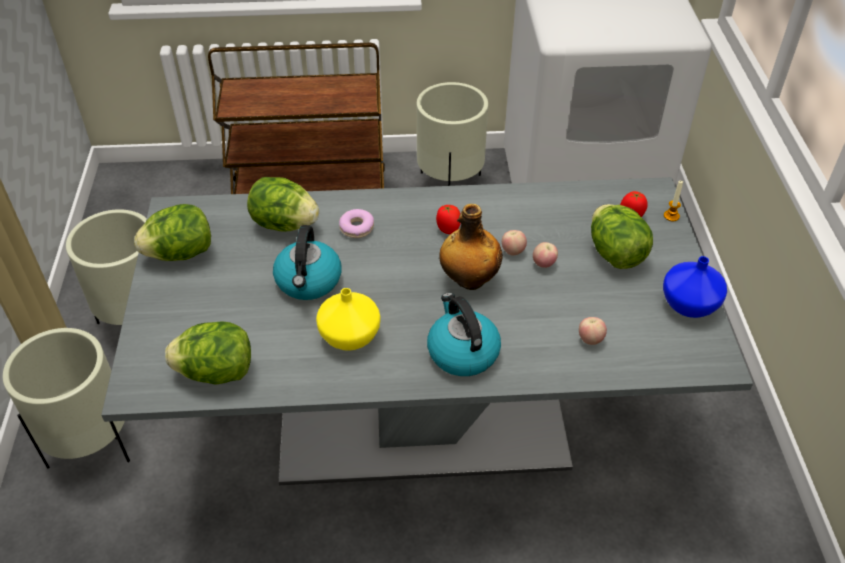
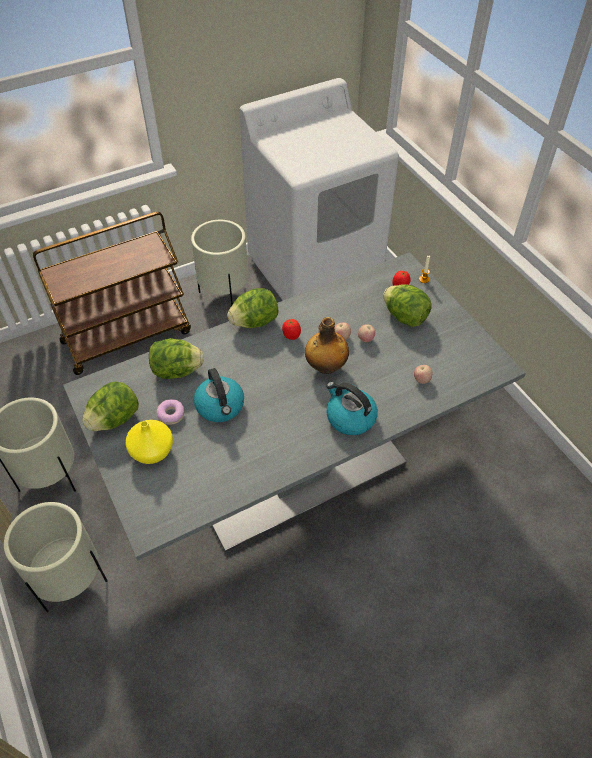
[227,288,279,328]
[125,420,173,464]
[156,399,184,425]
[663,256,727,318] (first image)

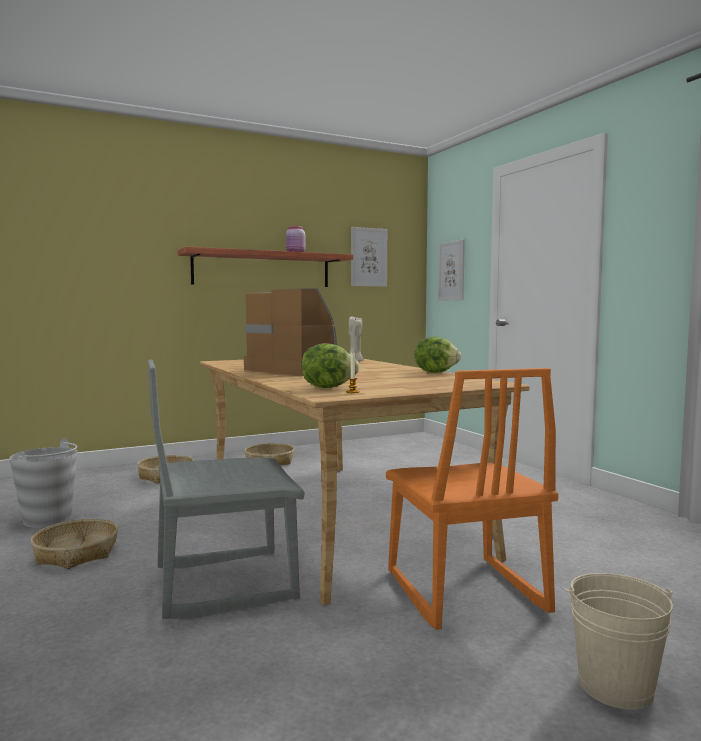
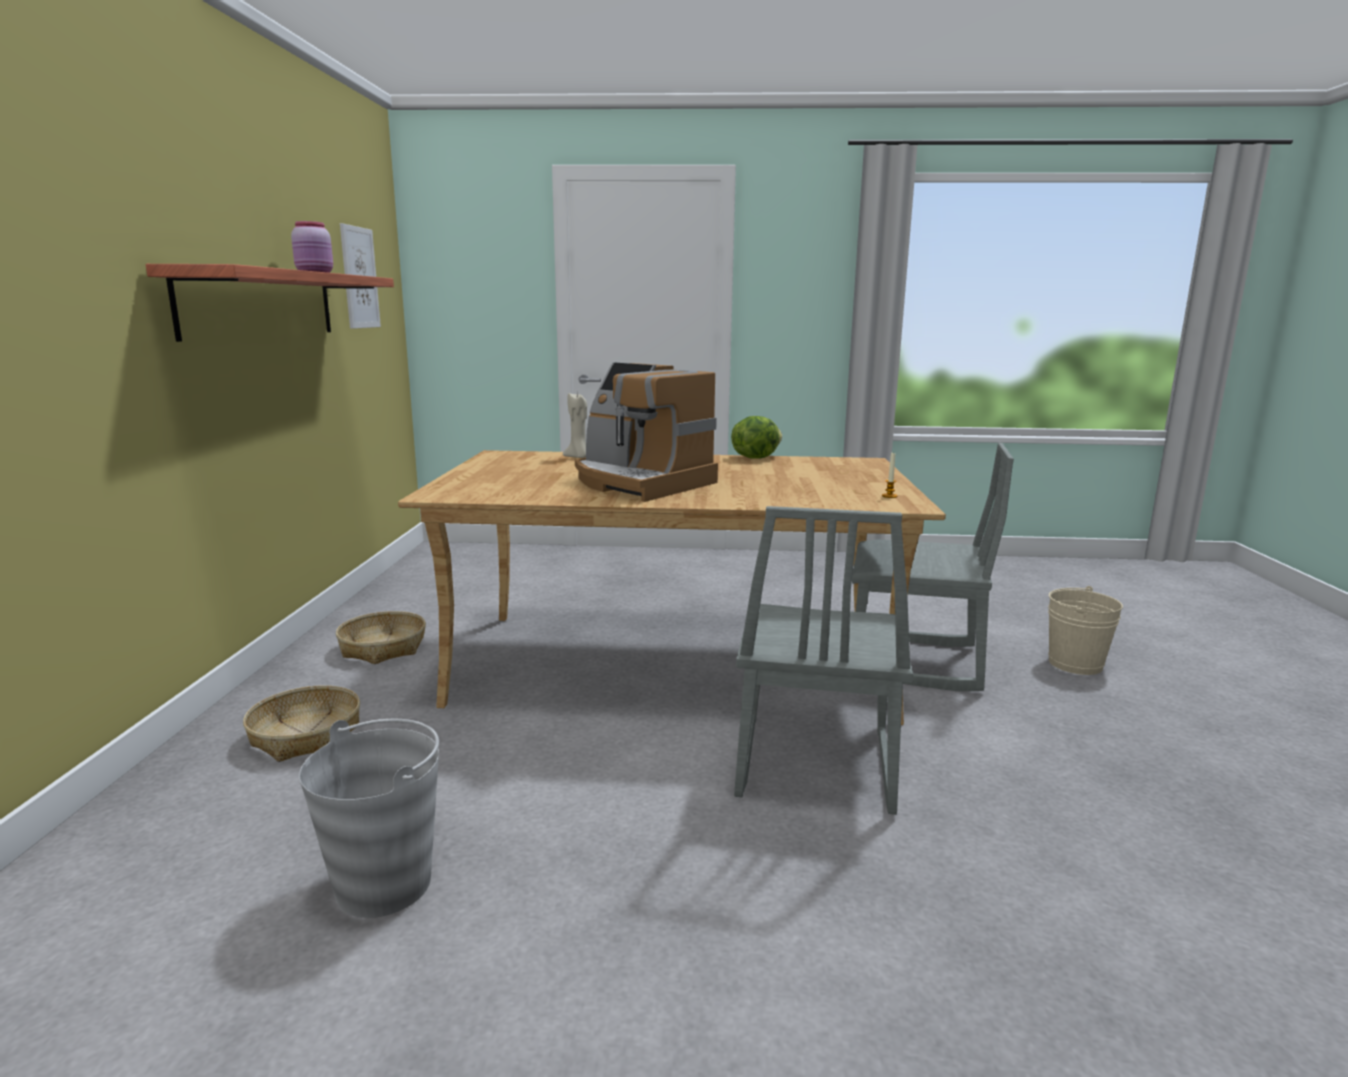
[31,519,118,569] (first image)
[575,362,718,502]
[301,343,359,388] (first image)
[852,443,1014,691]
[438,239,465,301] (first image)

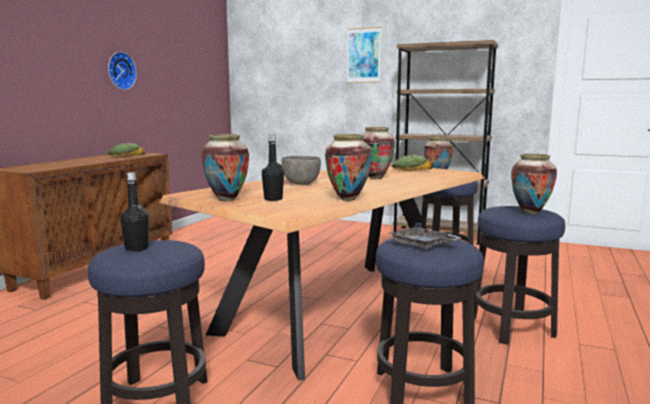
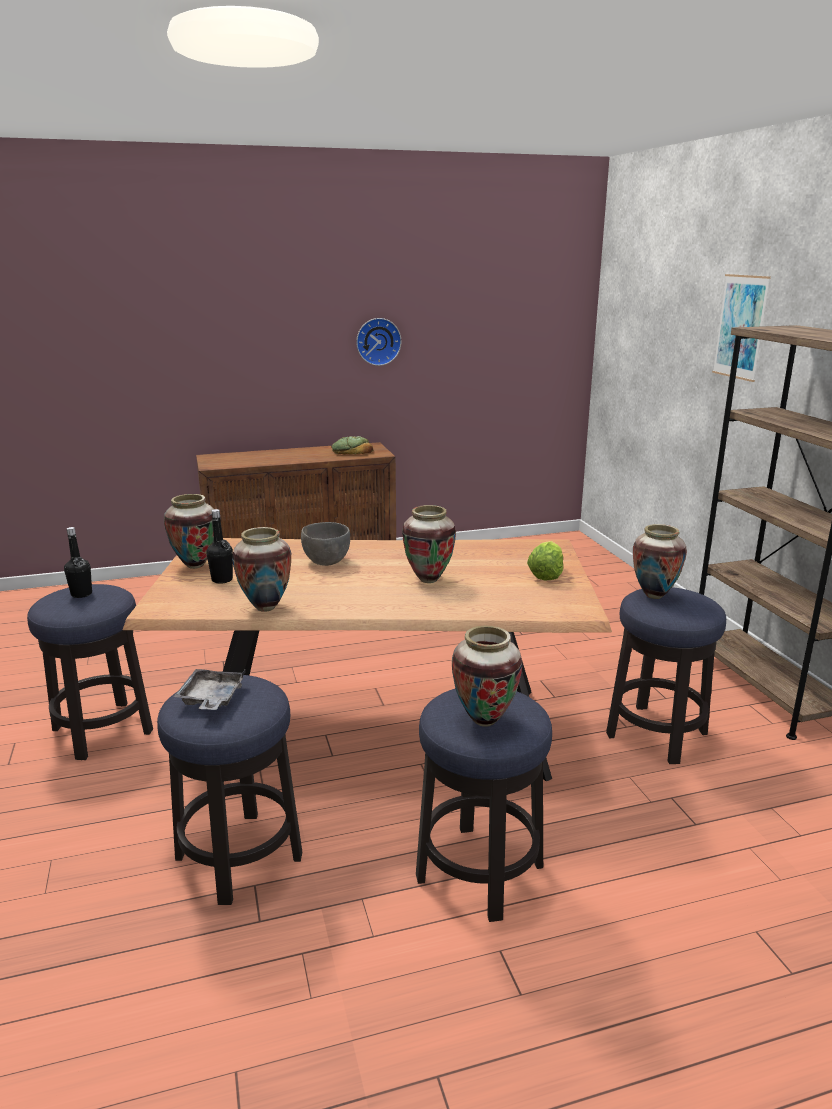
[527,541,563,580]

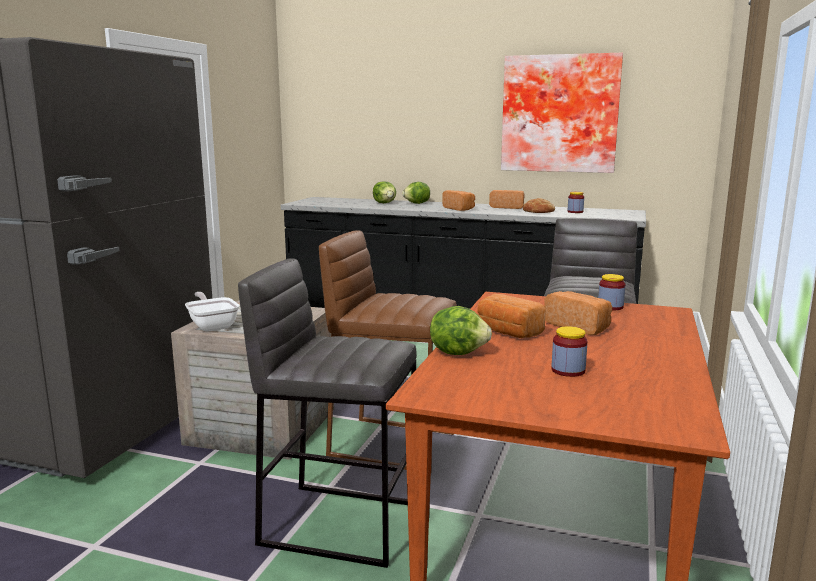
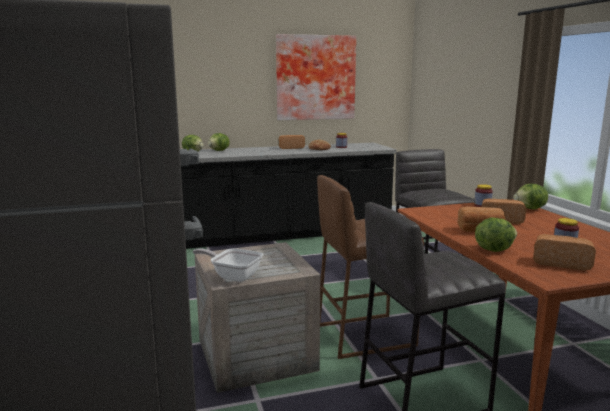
[533,234,596,271]
[513,184,548,209]

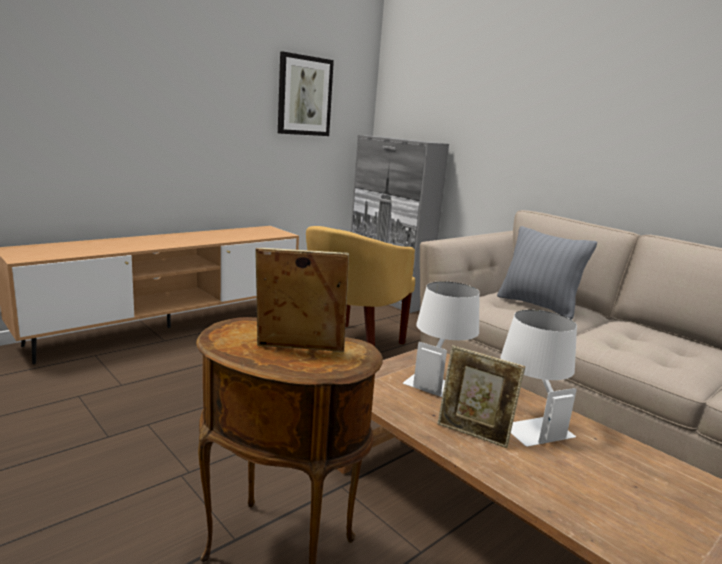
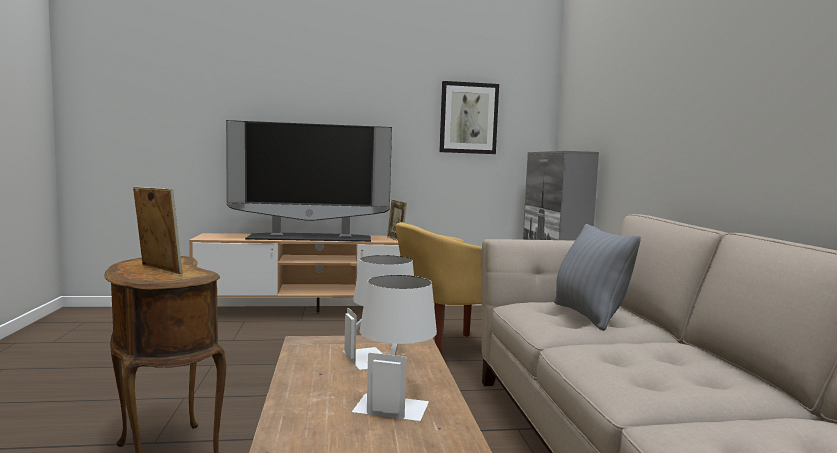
[387,199,407,241]
[226,120,392,242]

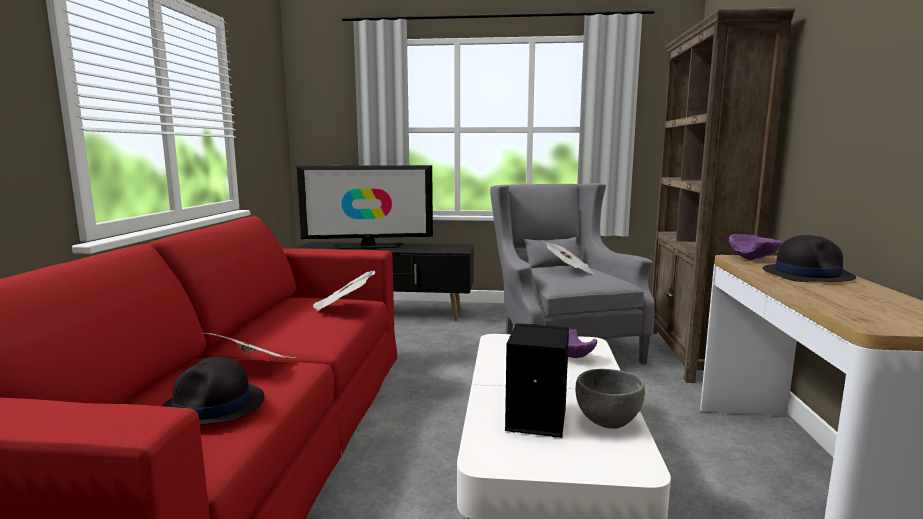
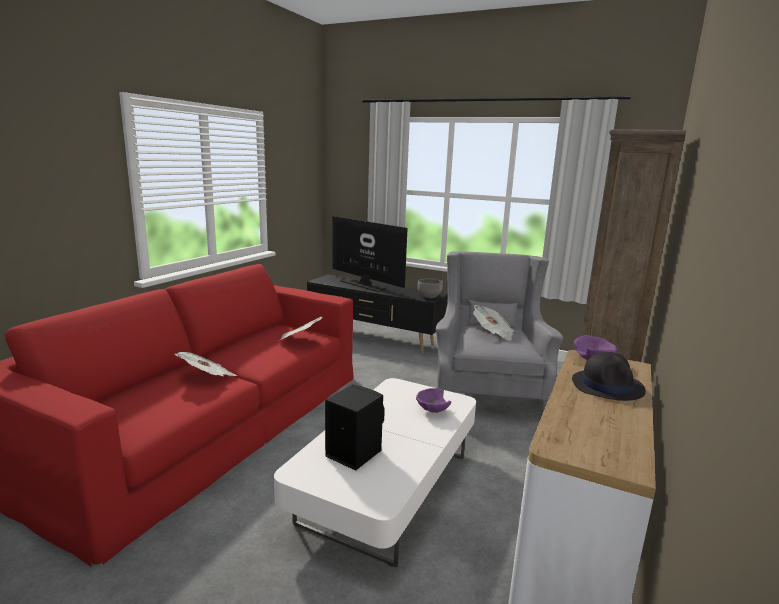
[162,357,265,425] (first image)
[332,216,408,292]
[418,278,443,299]

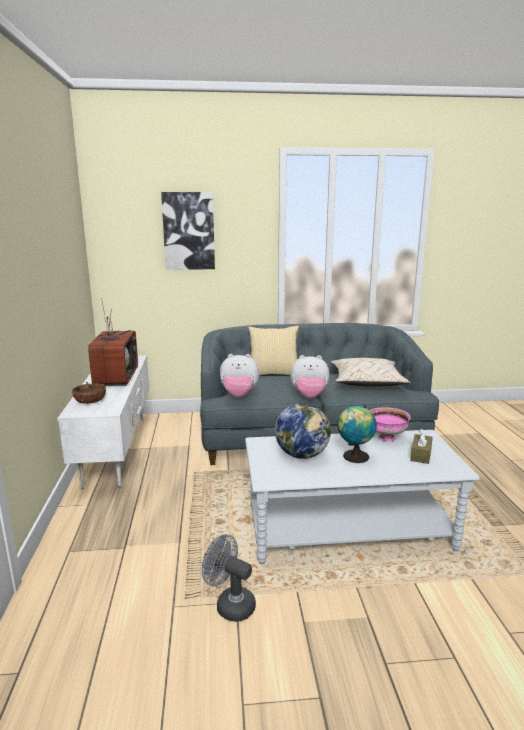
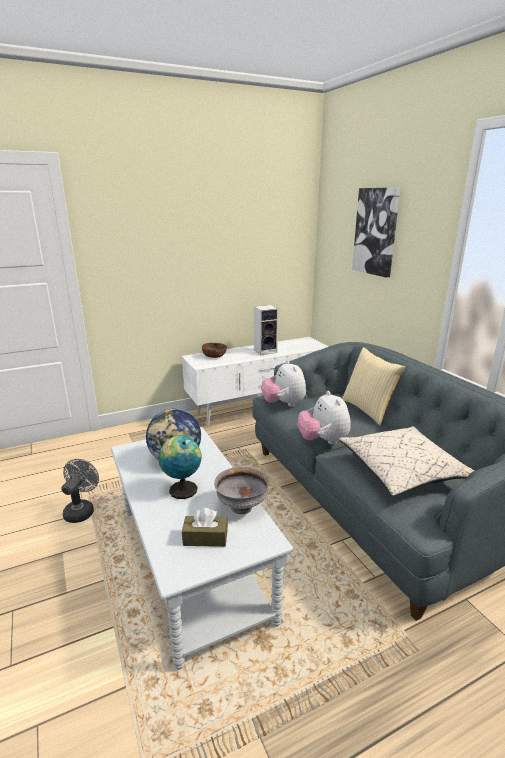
[254,305,278,355]
[214,467,270,514]

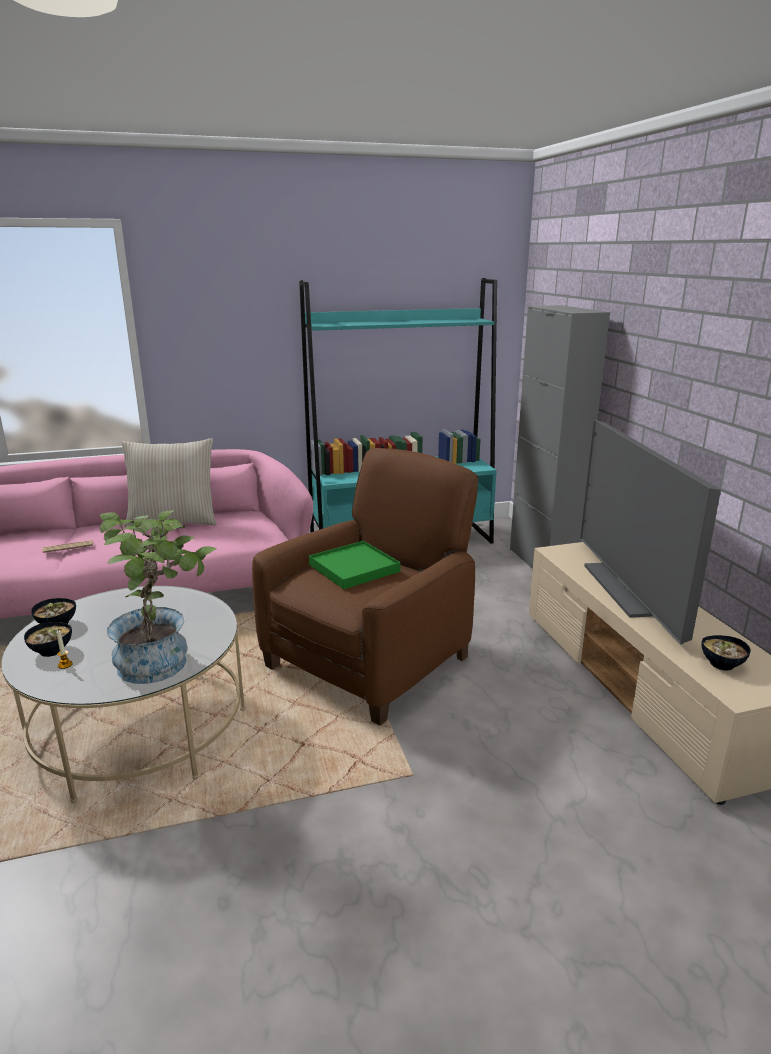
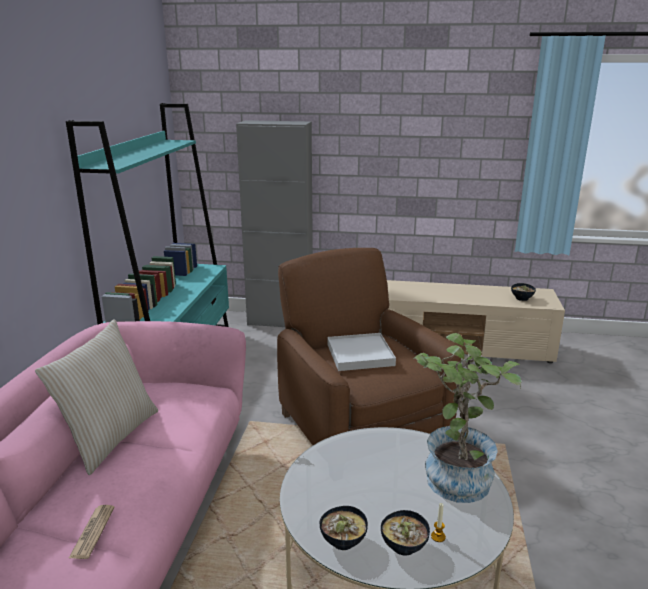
[327,333,396,371]
[580,420,721,644] (first image)

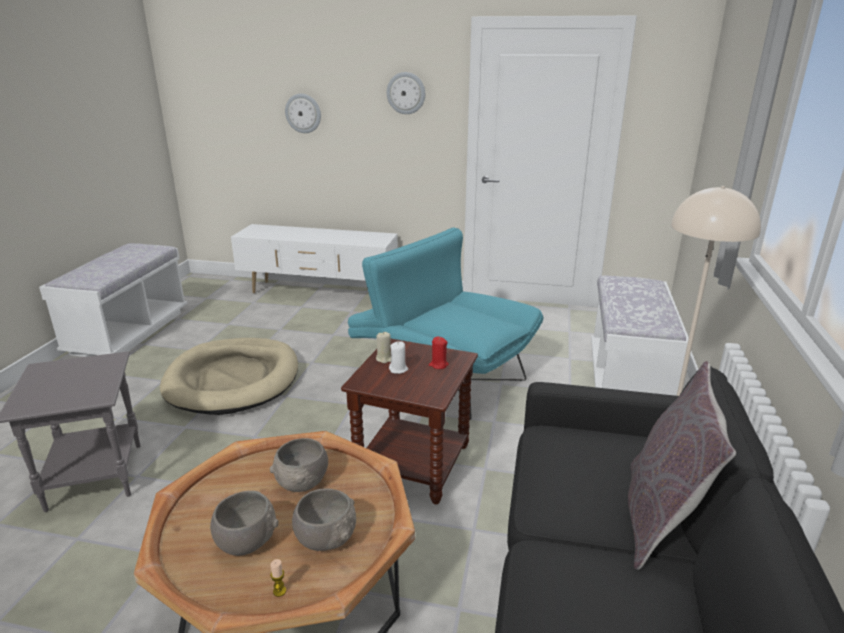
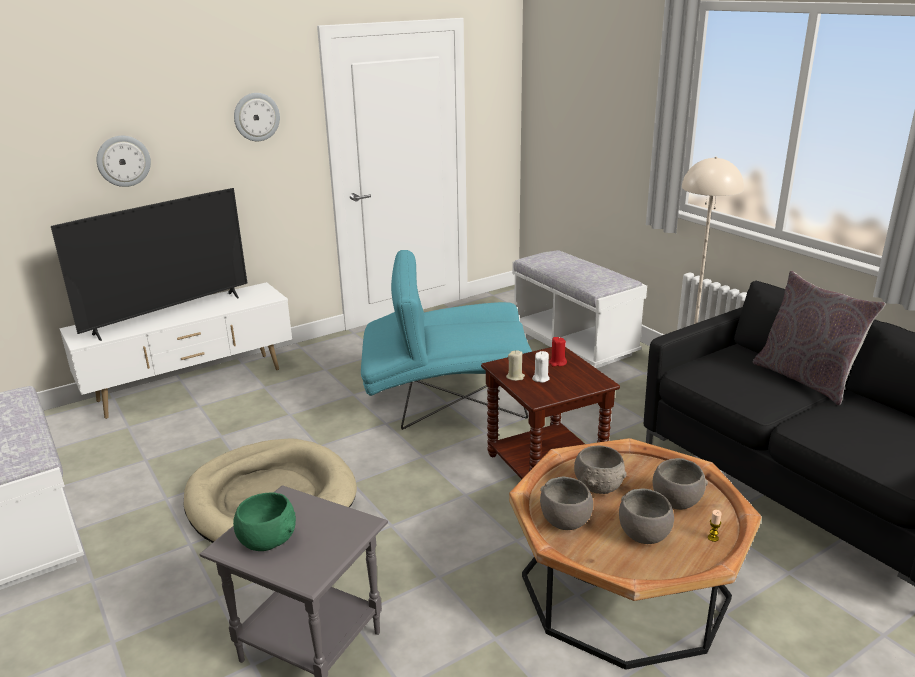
[51,188,247,341]
[233,492,296,551]
[540,477,593,530]

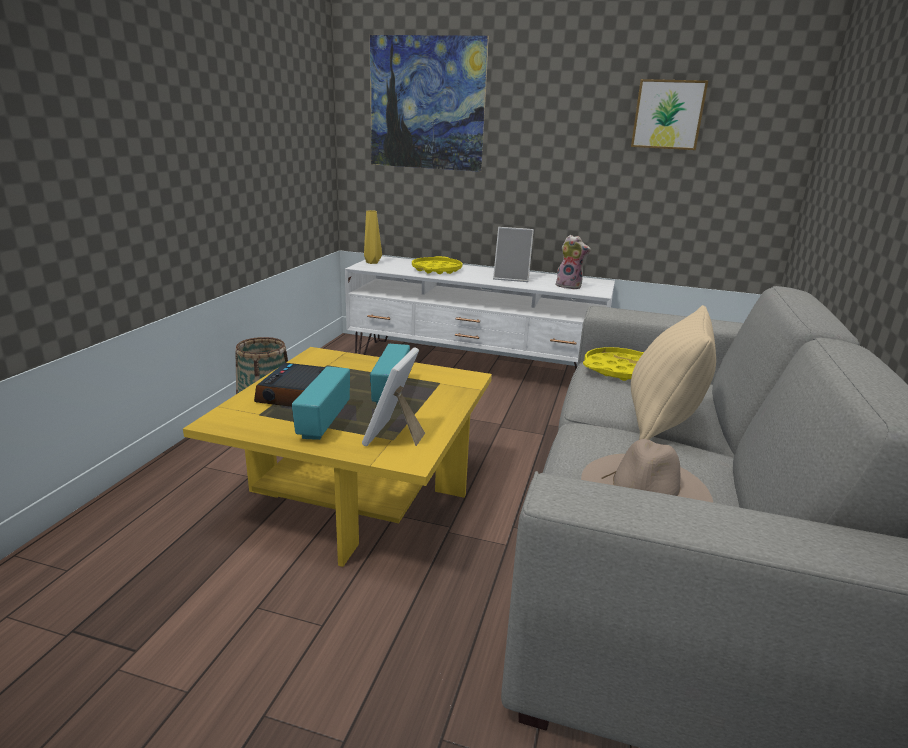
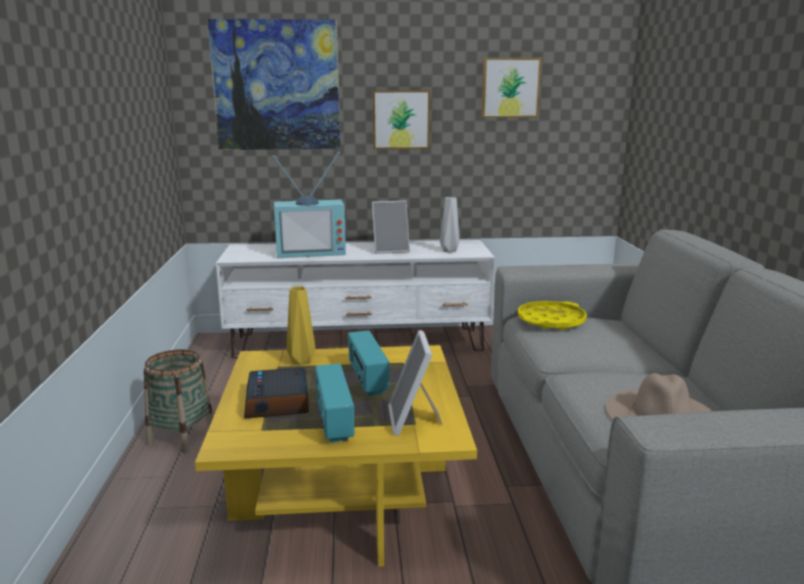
[287,286,315,365]
[272,151,346,258]
[440,197,460,253]
[631,305,716,440] (first image)
[372,90,430,149]

